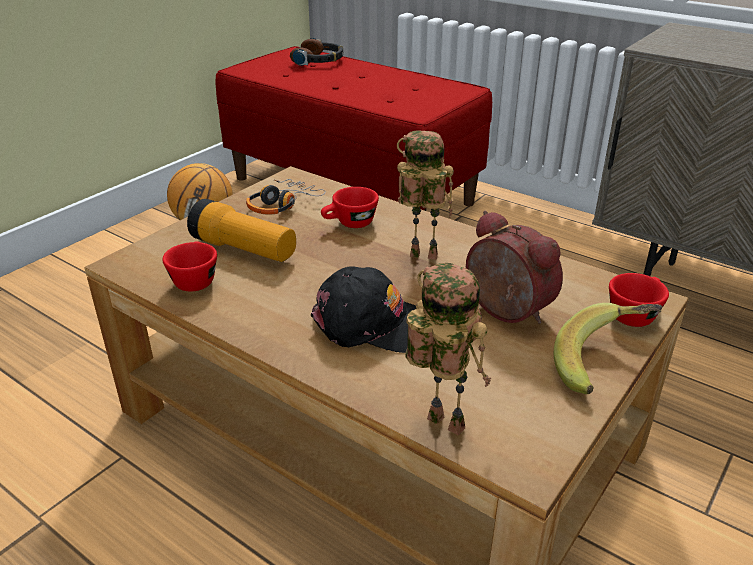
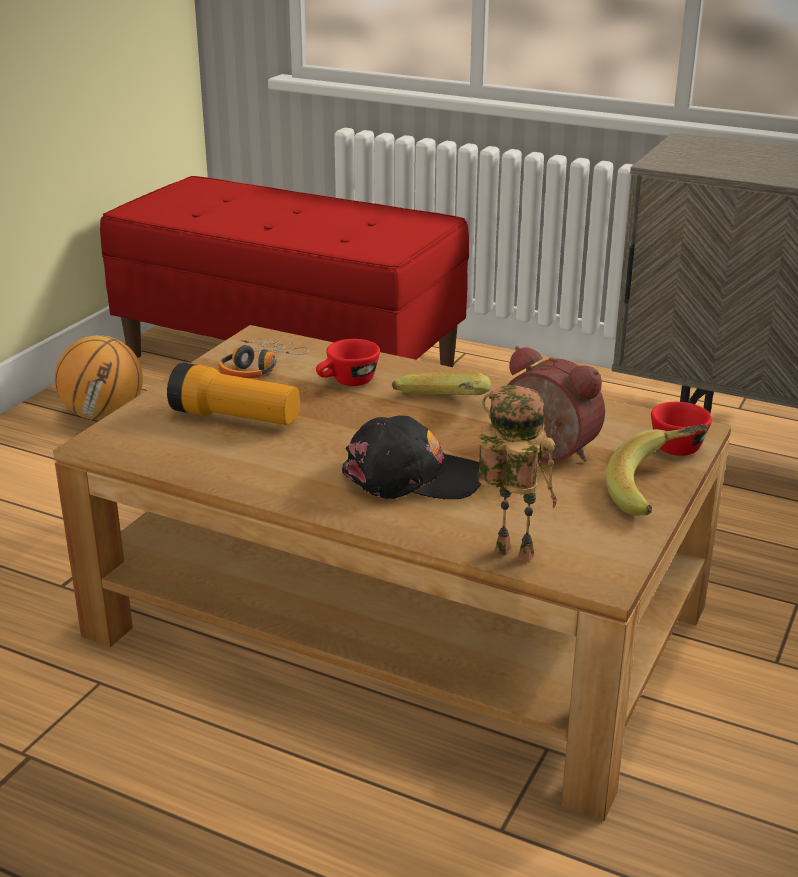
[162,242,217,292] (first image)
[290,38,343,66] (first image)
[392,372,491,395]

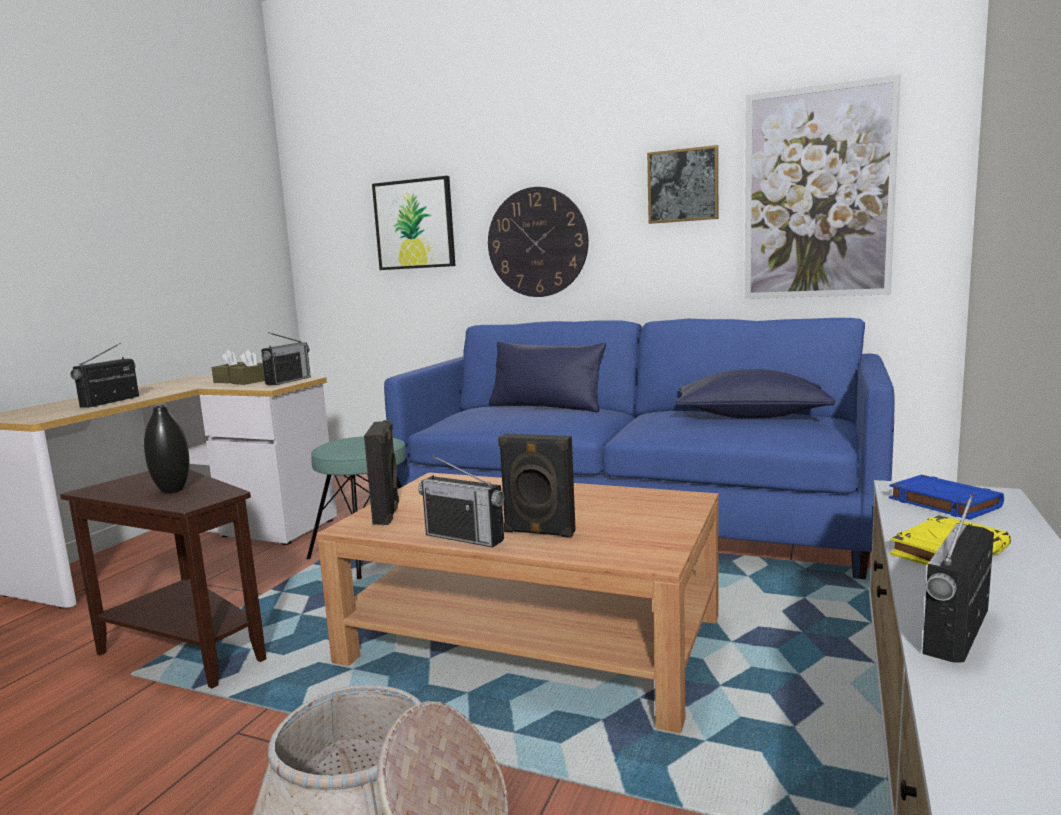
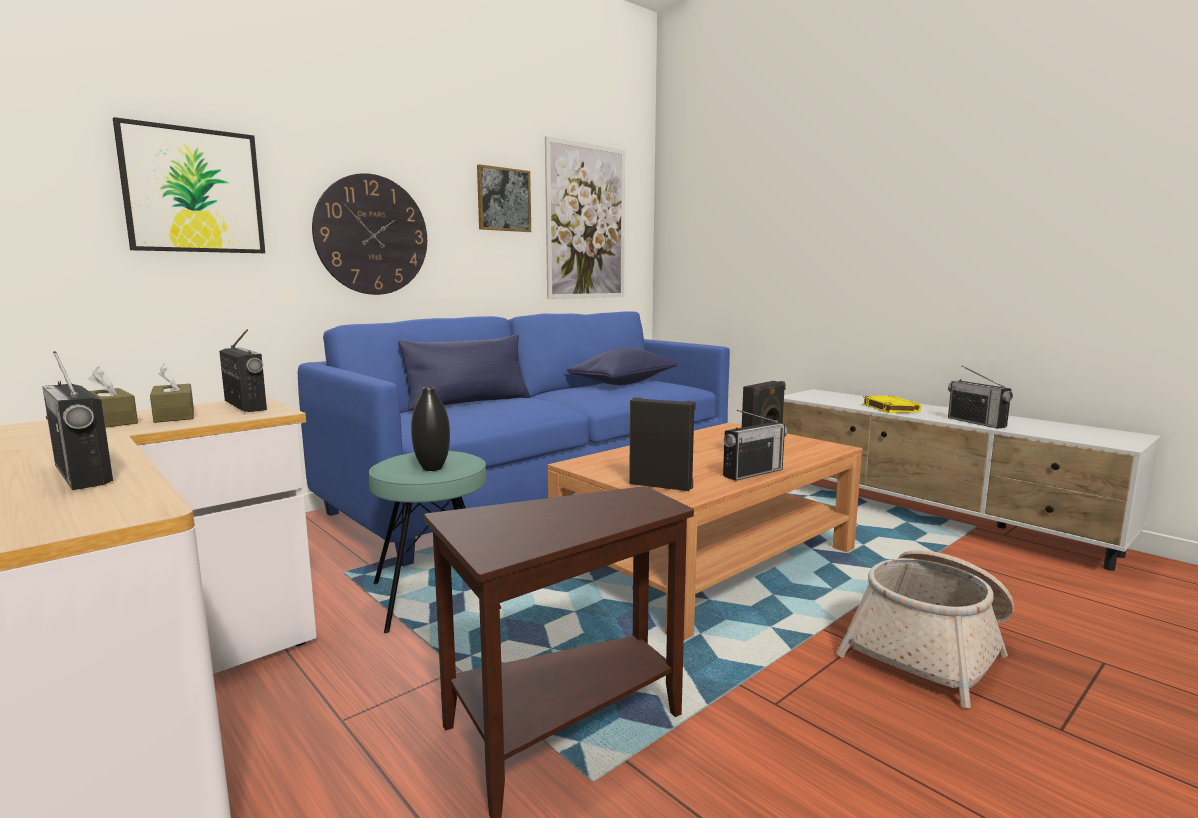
[411,387,450,471]
[889,475,1004,520] (first image)

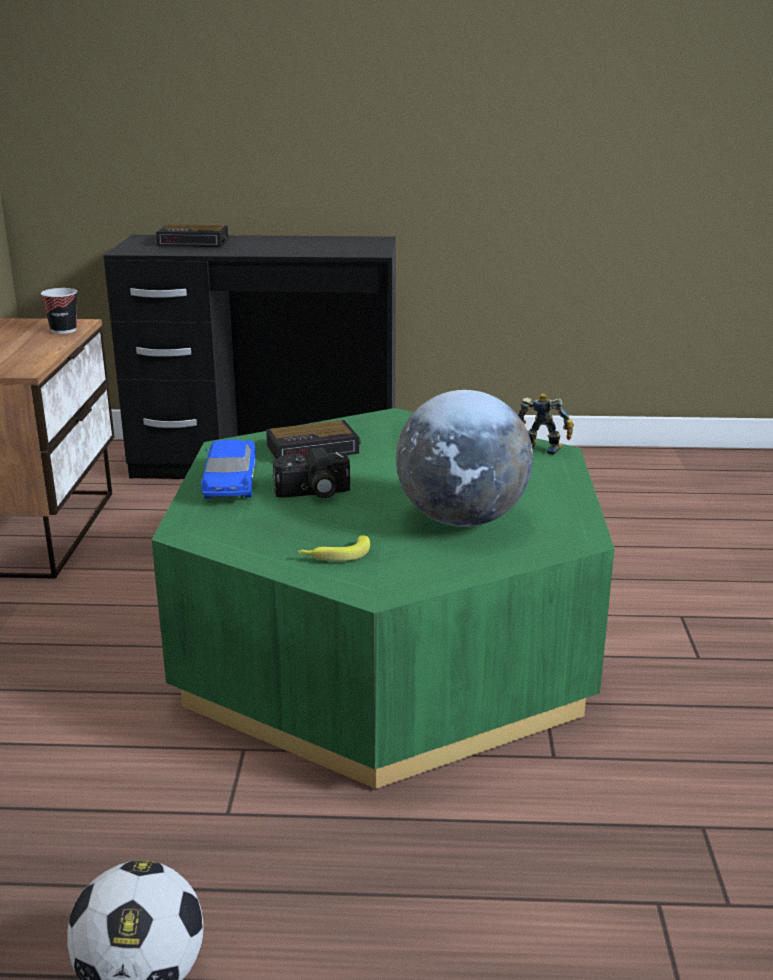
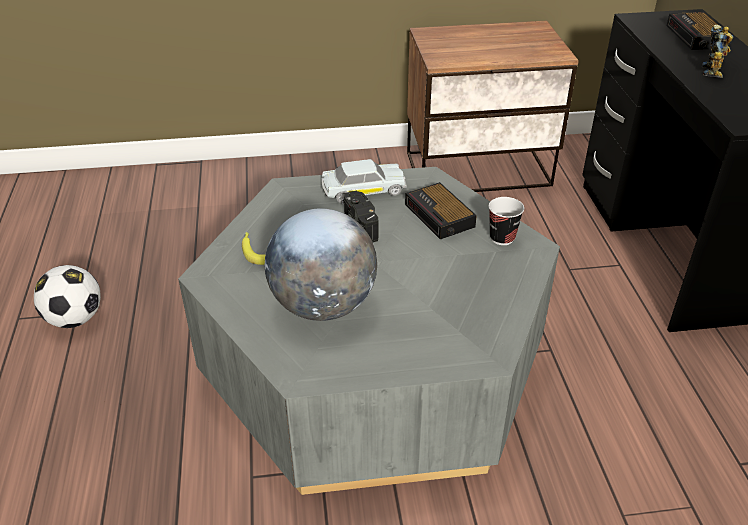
[489,197,524,245]
[178,167,560,495]
[321,159,407,203]
[702,25,734,78]

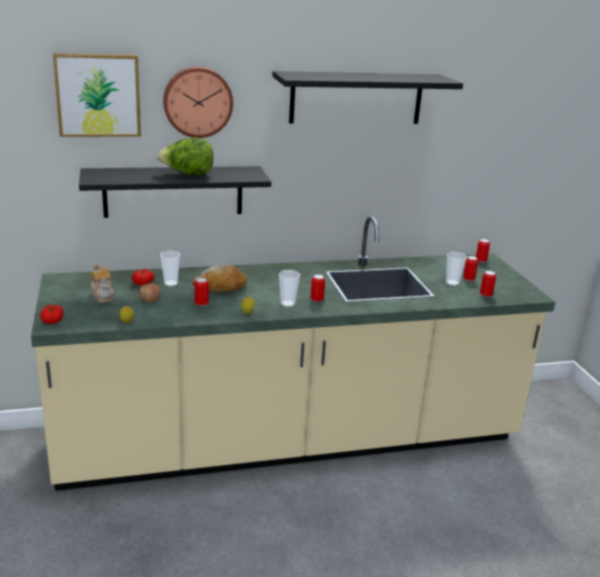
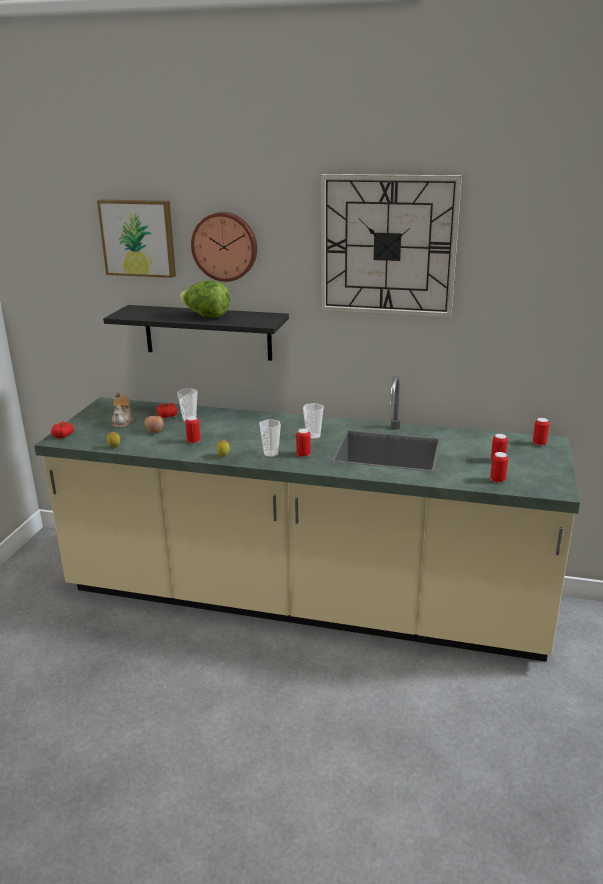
[192,265,247,292] (first image)
[320,174,462,318]
[303,403,324,439]

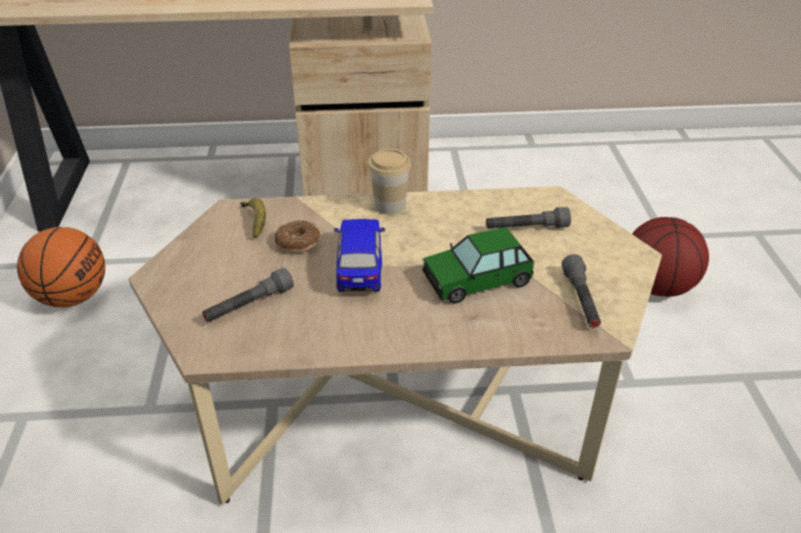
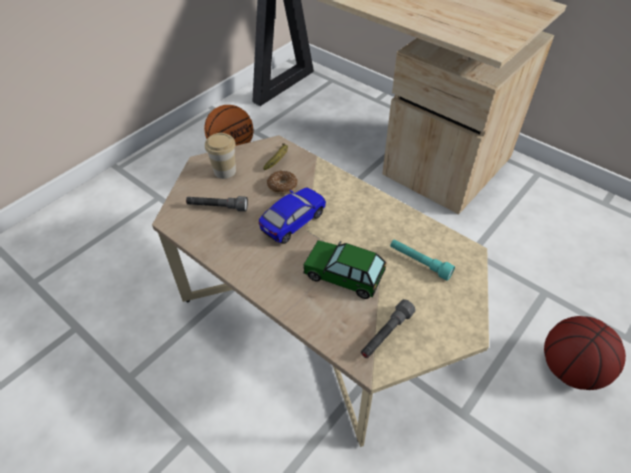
[205,133,236,179]
[390,240,455,281]

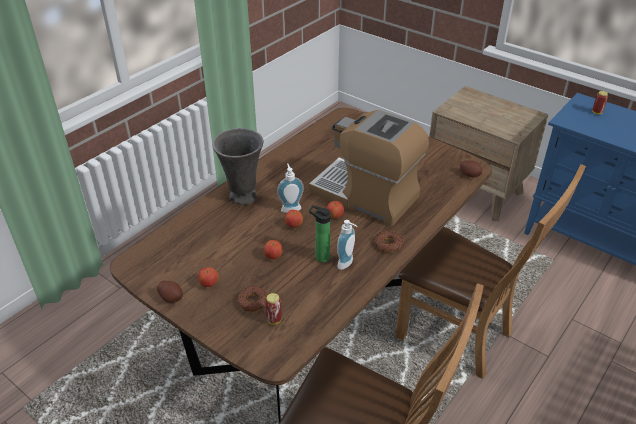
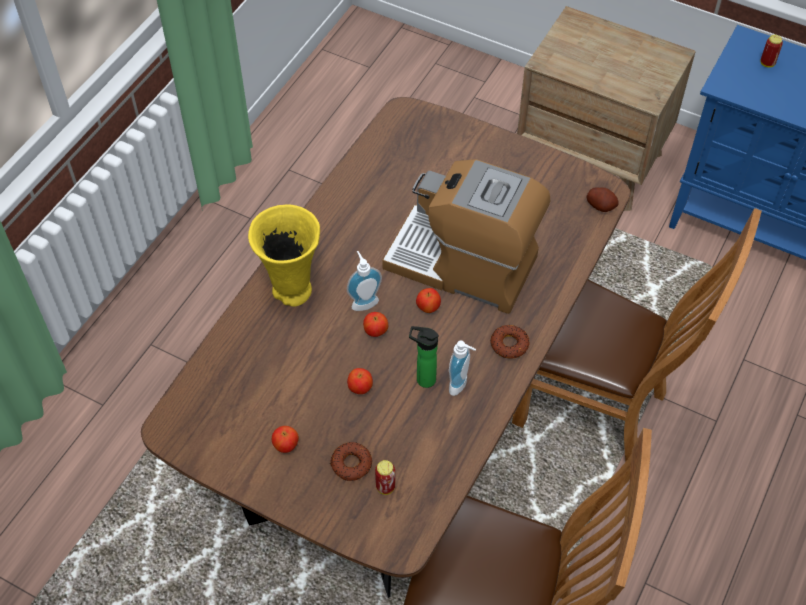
[157,281,183,303] (first image)
[248,204,320,307]

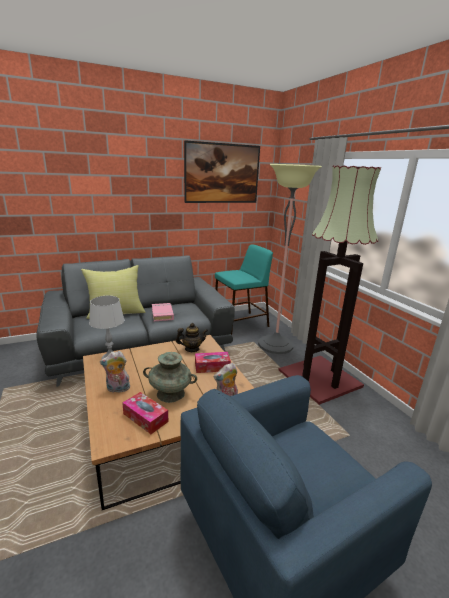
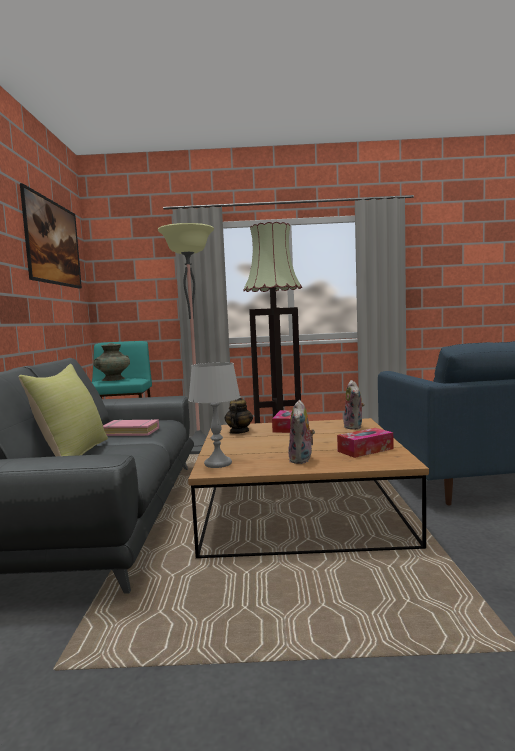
[93,343,130,381]

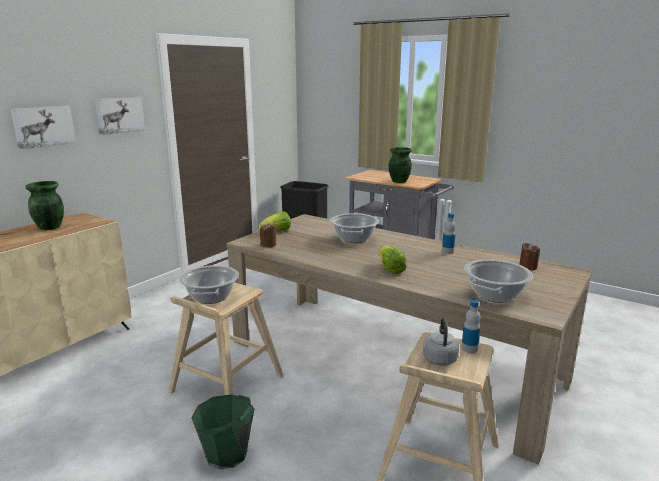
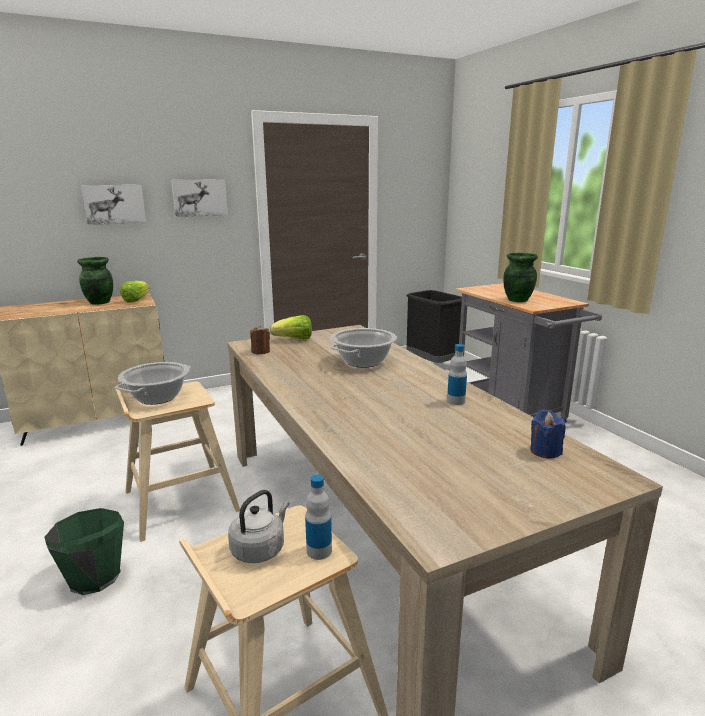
[120,281,150,303]
[464,259,533,303] (first image)
[530,410,566,458]

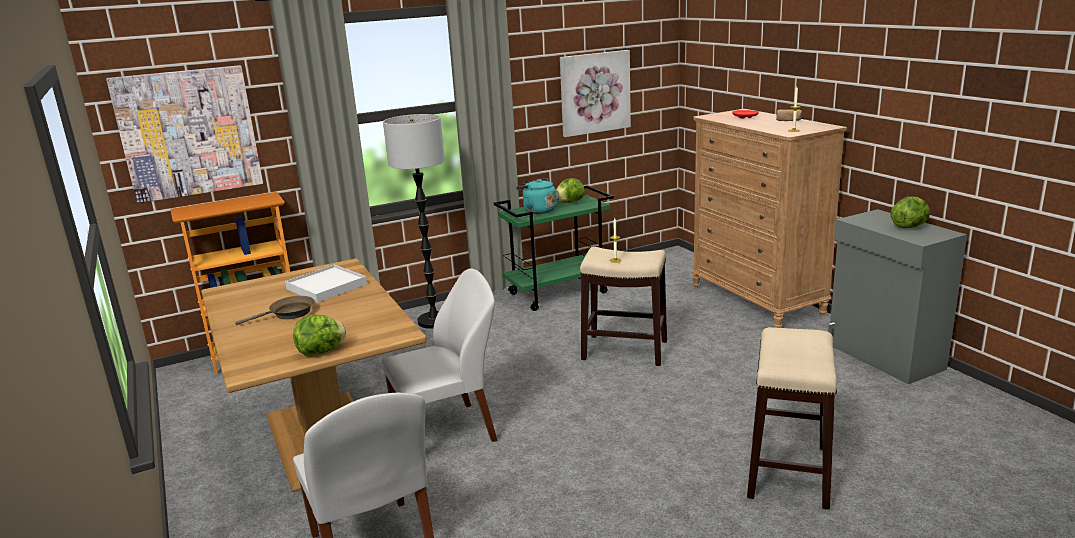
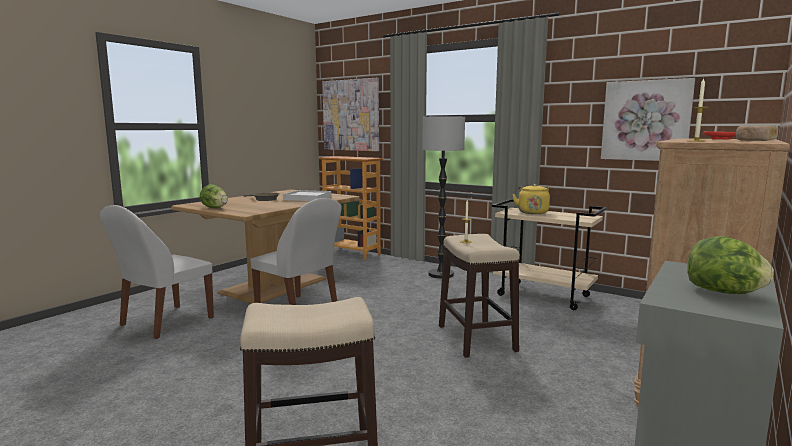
[492,199,607,310]
[512,184,550,214]
[556,178,585,203] (first image)

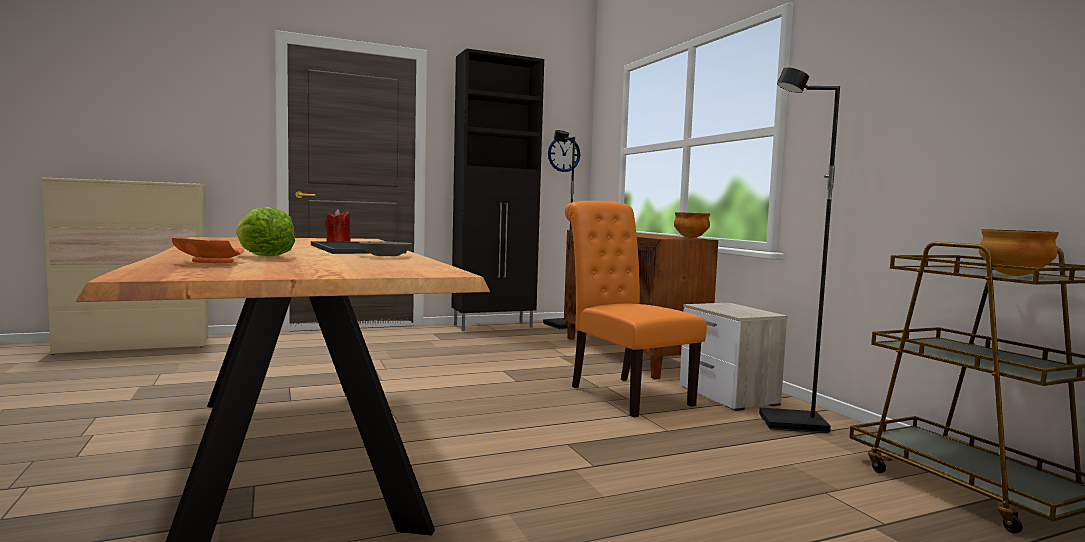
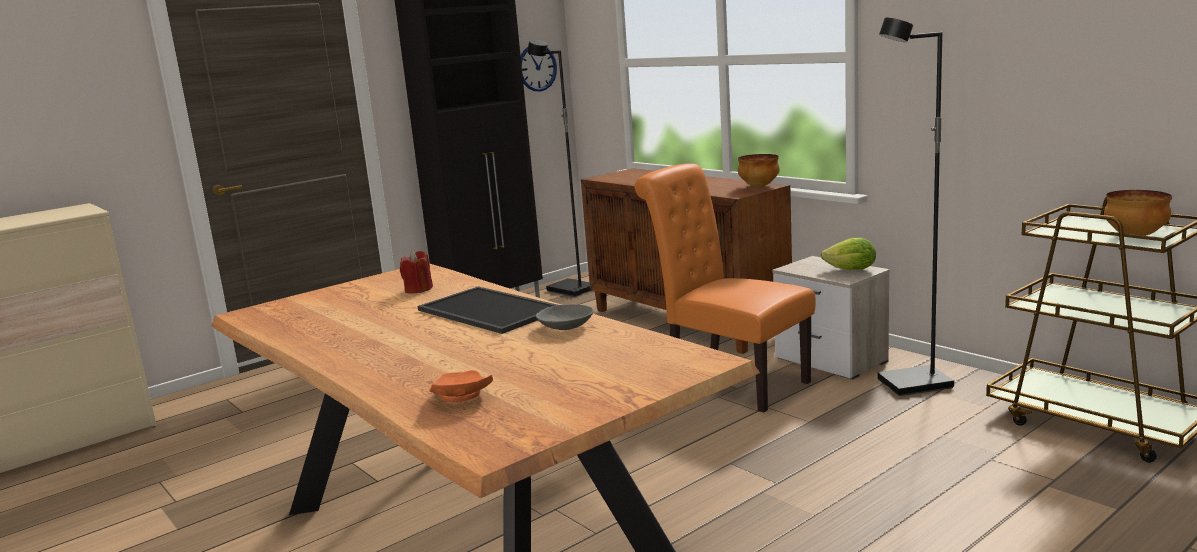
[821,237,876,270]

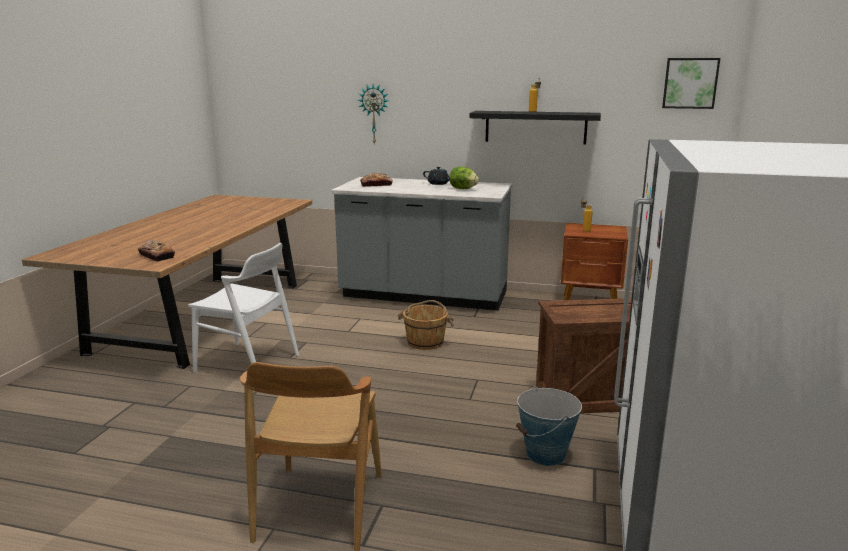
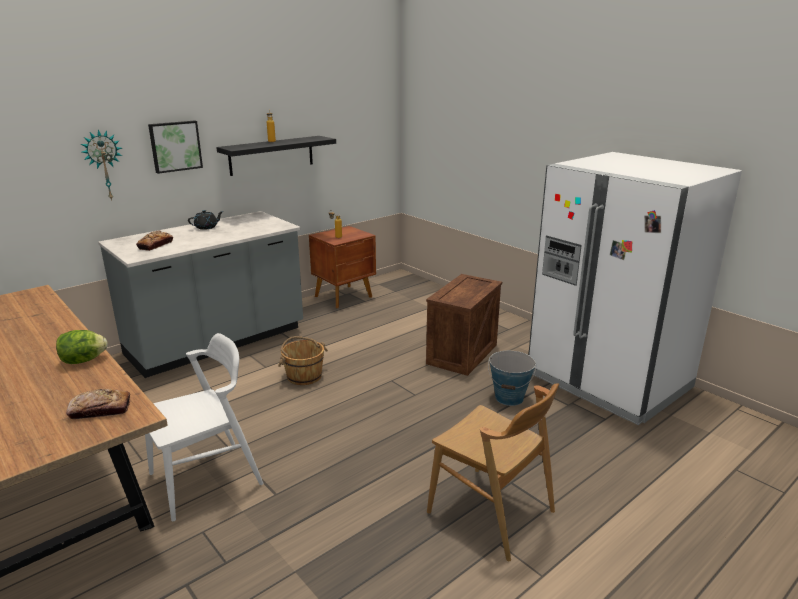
[56,330,108,364]
[148,121,203,174]

